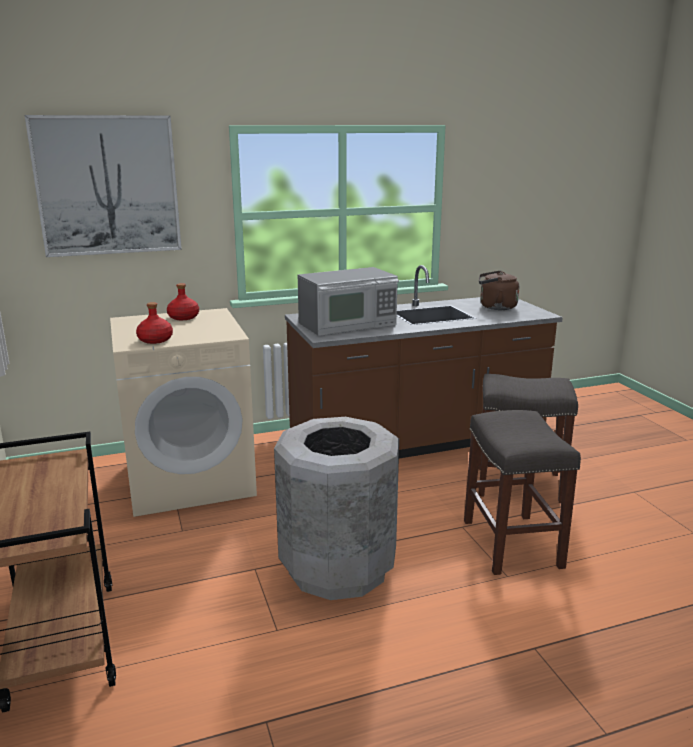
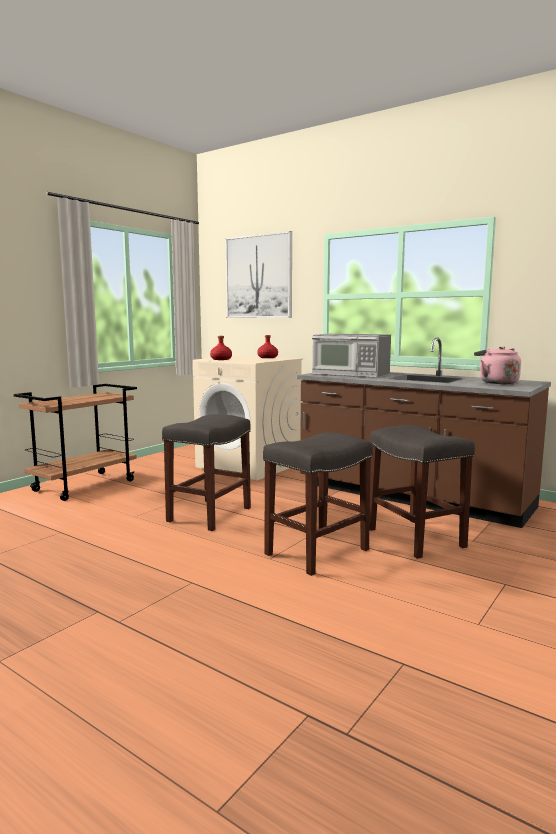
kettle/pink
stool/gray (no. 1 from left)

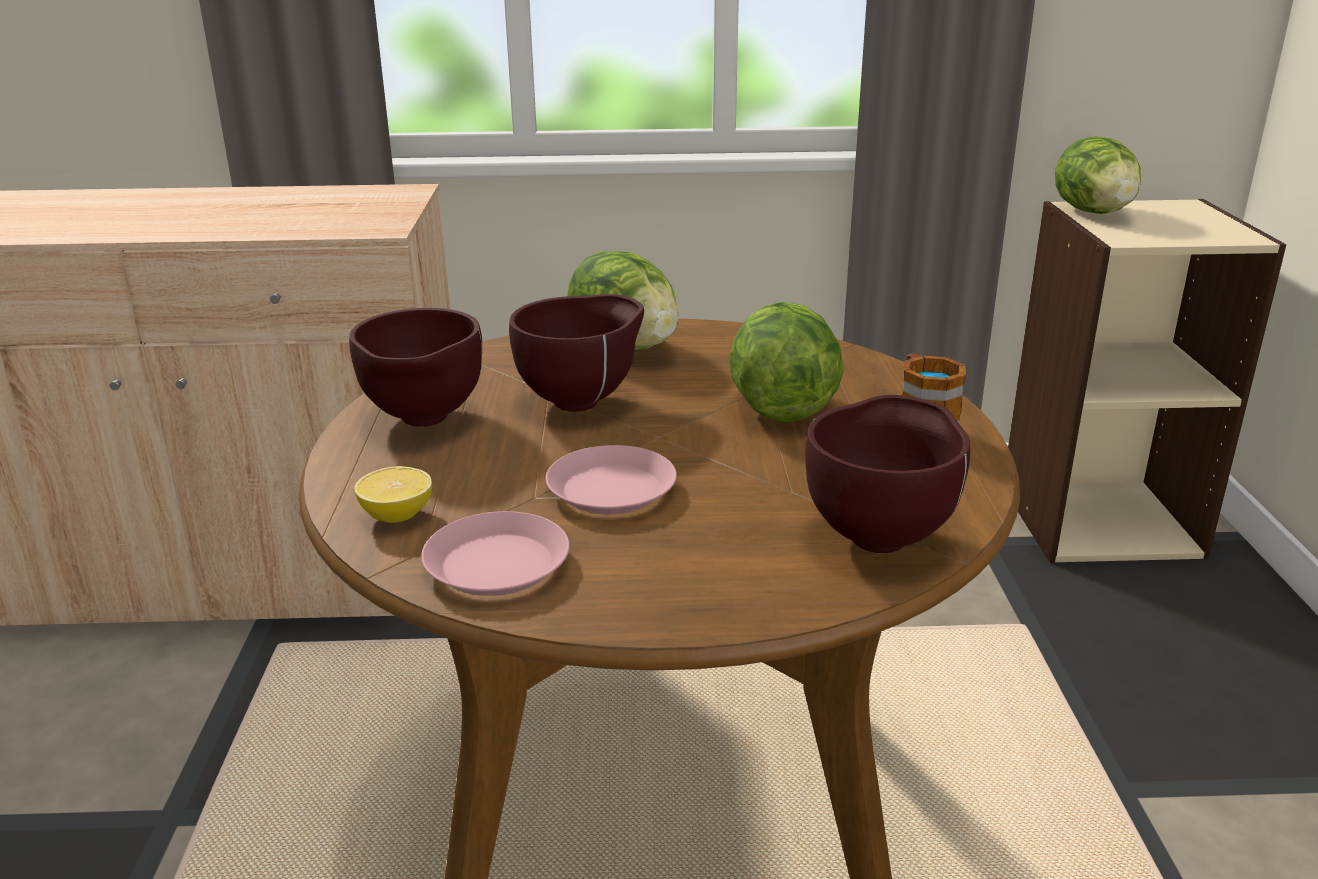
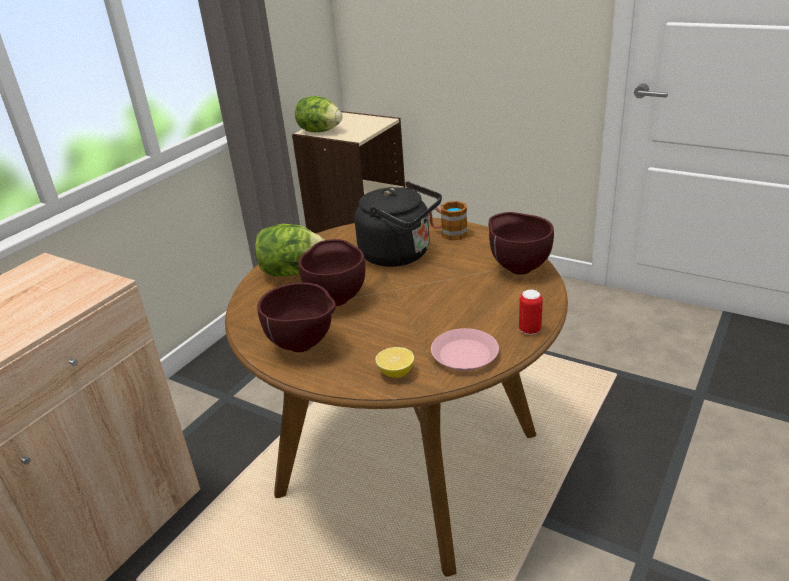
kettle/blackish
flat dish/pink (no. 2 from left in the first image)
sealed can

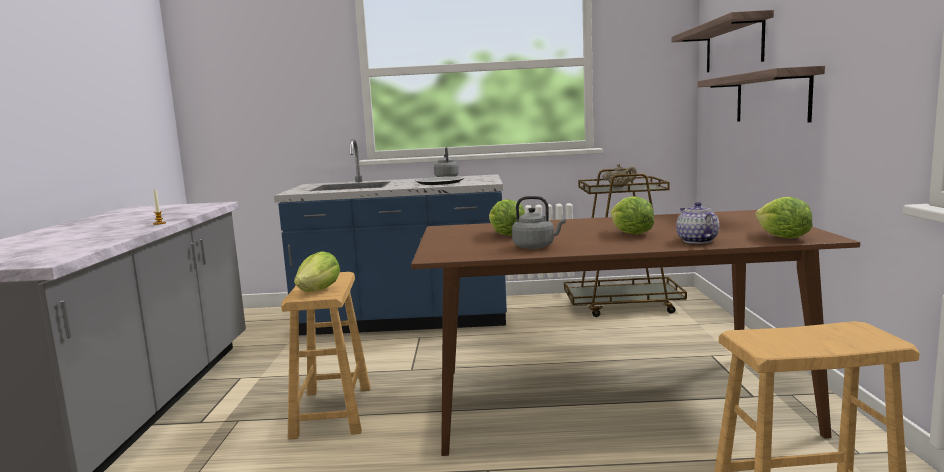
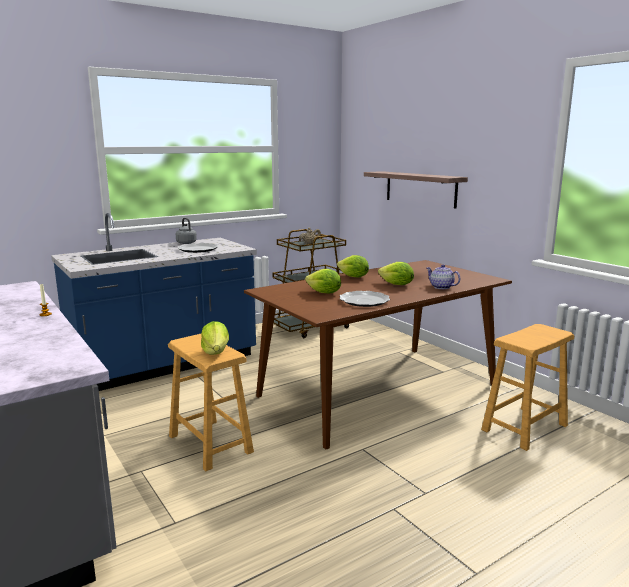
wall shelf (no. 1 from left in the first image)
flat dish (no. 2 from left)
lettuce head (no. 3 from left)

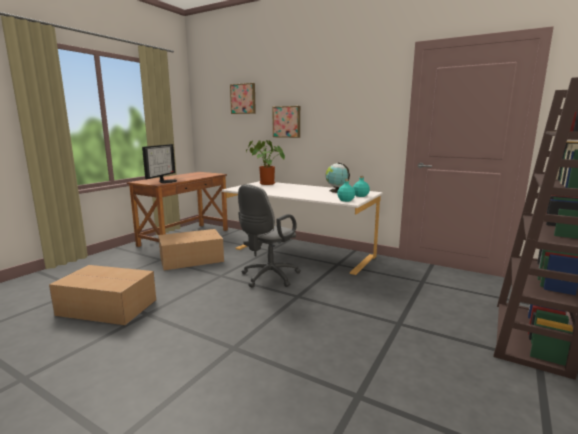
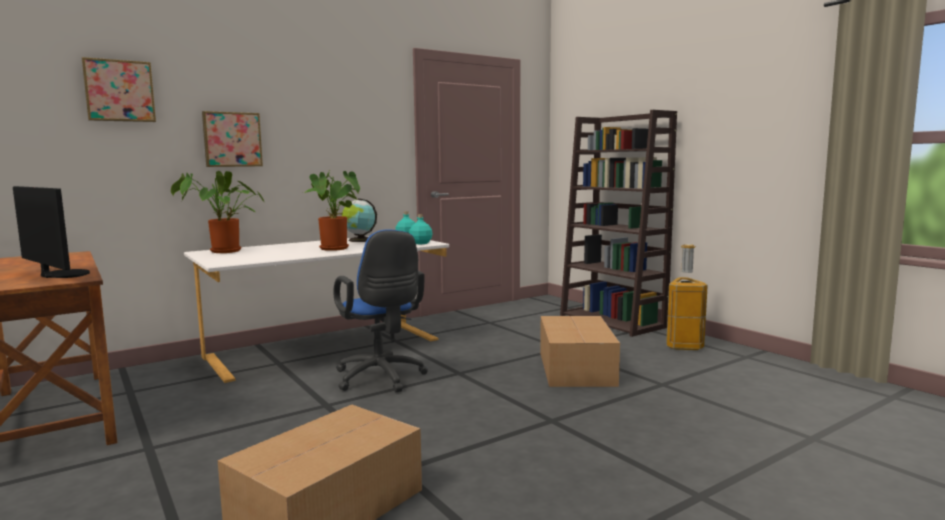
desk chair/blue-coloured
carton (no. 2 from left)
potted plant (no. 2 from left)
rubbish bin

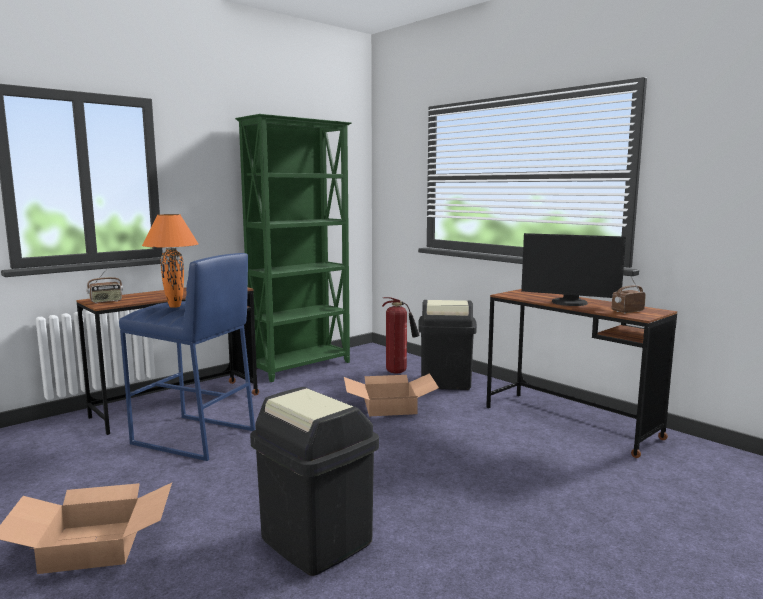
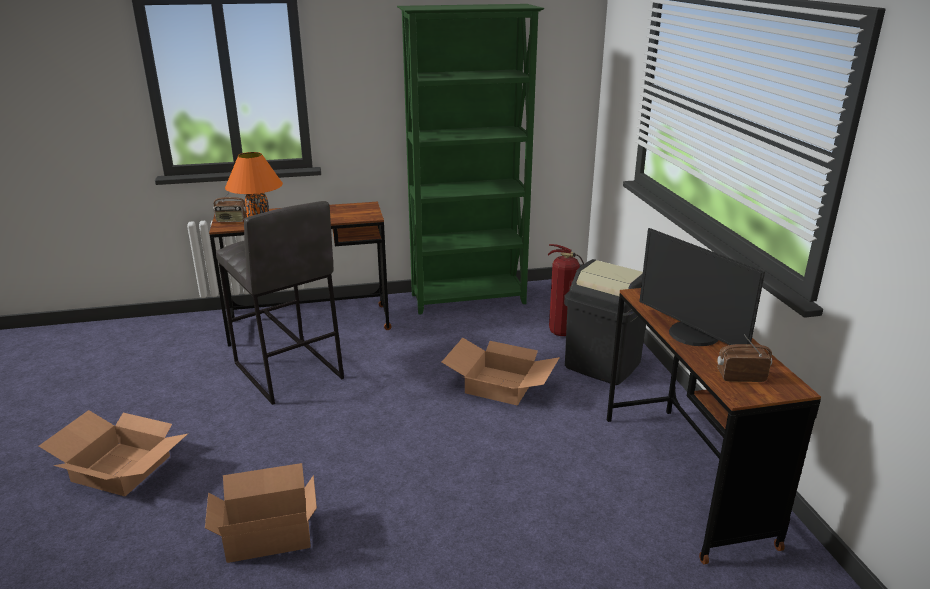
stool/gray
carton (no. 2 from left)

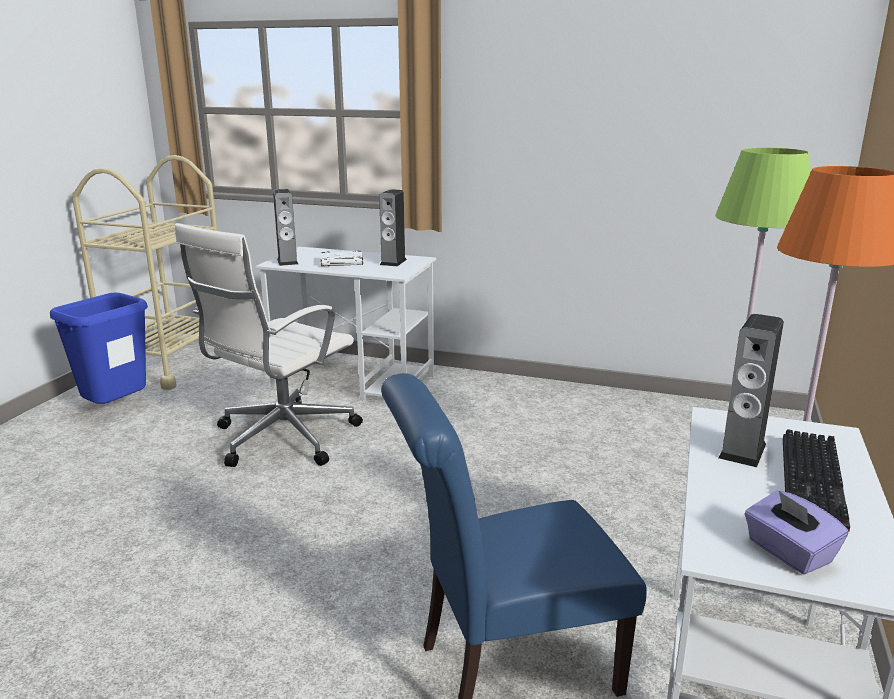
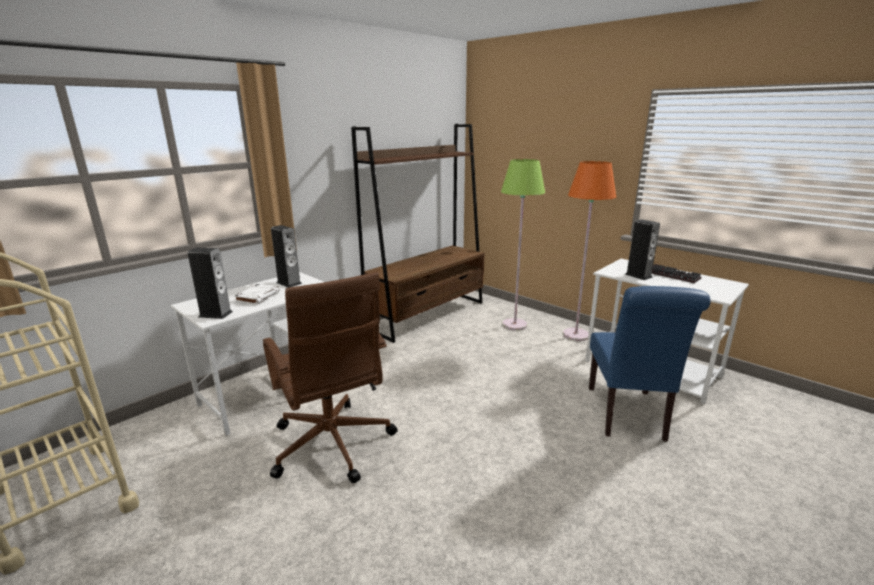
desk chair/brown-coloured
rubbish bin/blue-coloured
tissue box/purple-coloured
bookshelf/brown-coloured

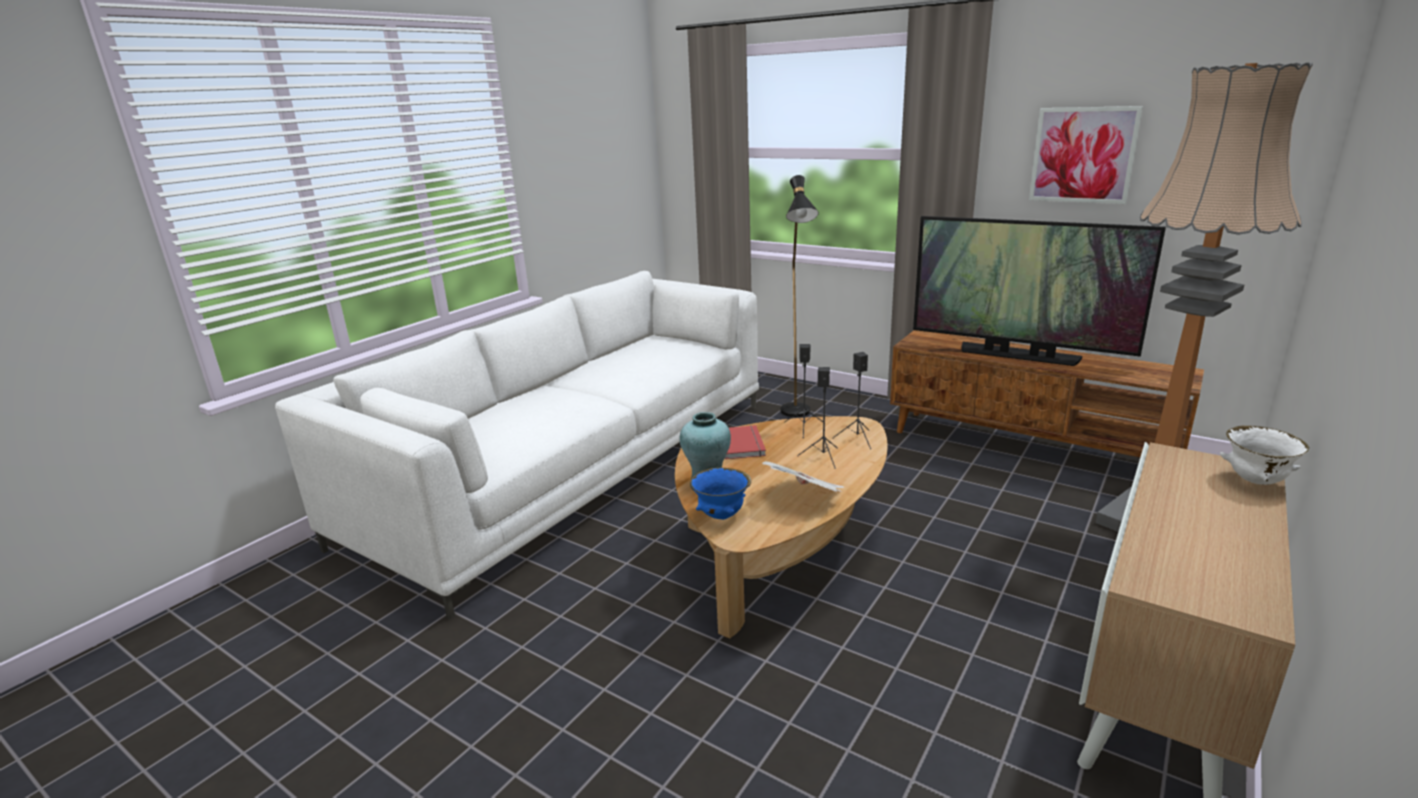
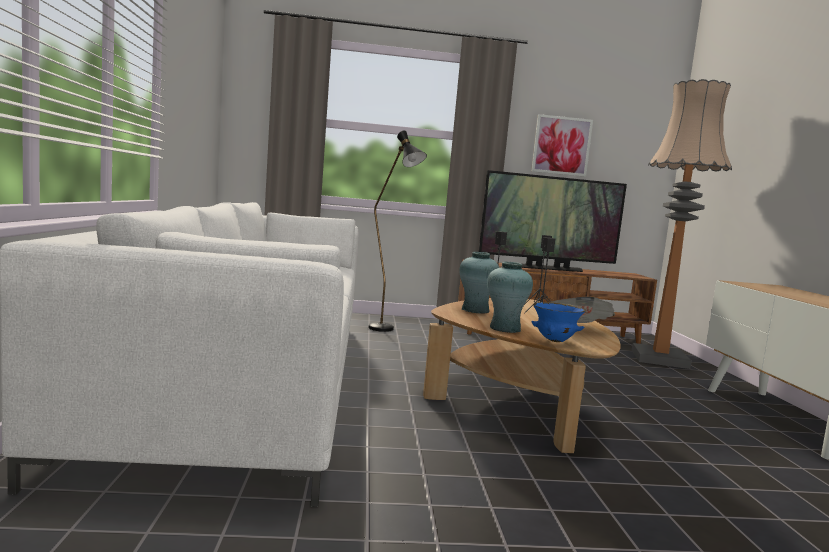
decorative vase/turquoise (no. 1 from left)
bowl/white-coloured

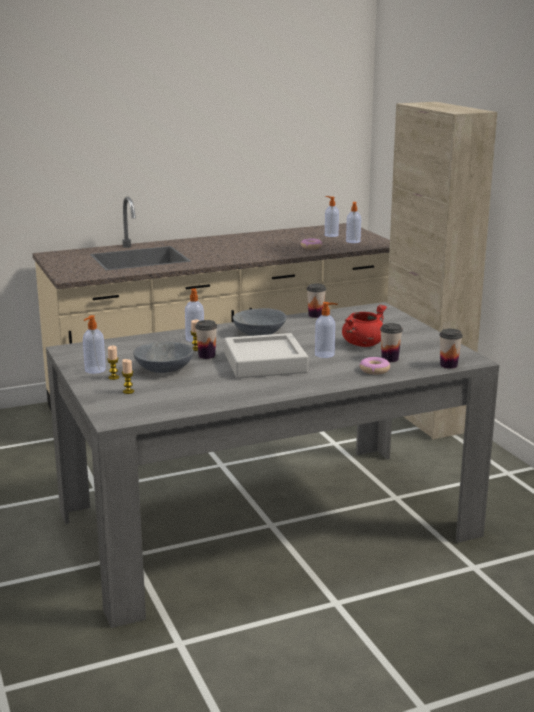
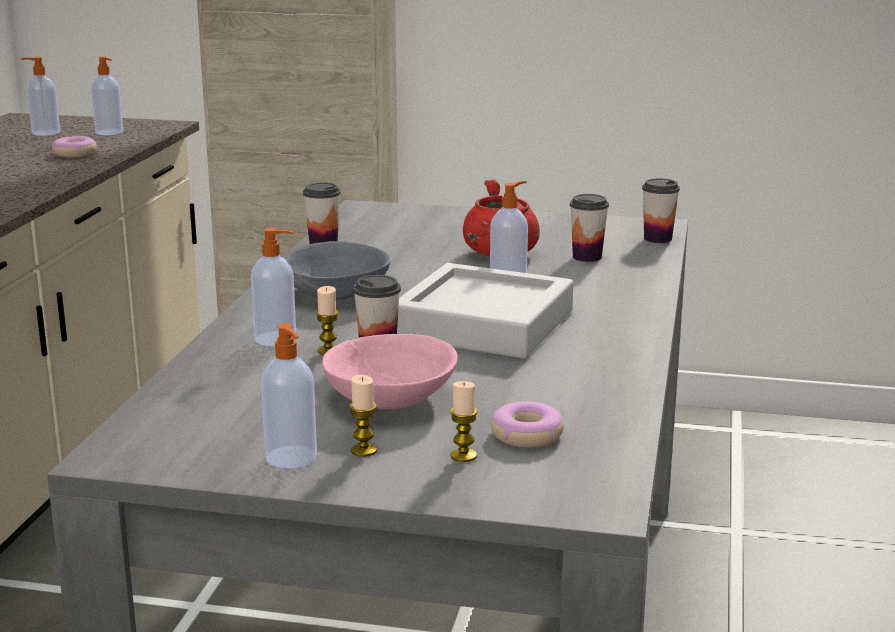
bowl/pink
ring doughnut (no. 2 from left)

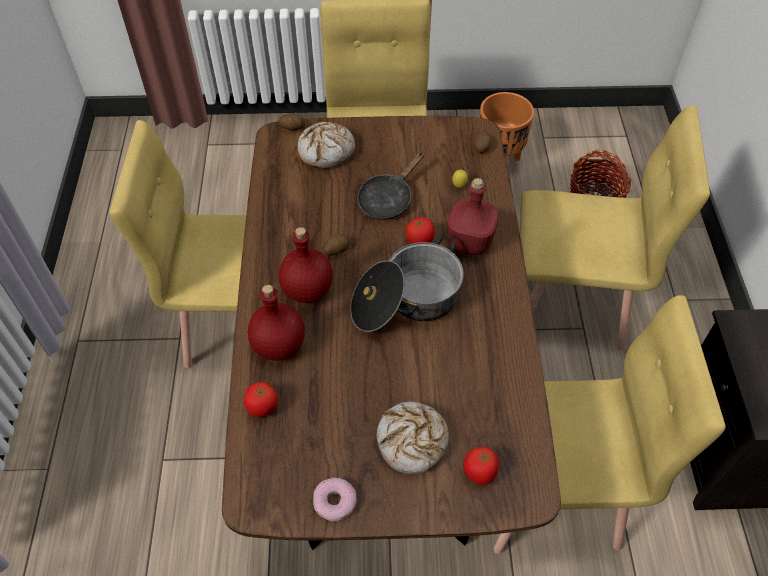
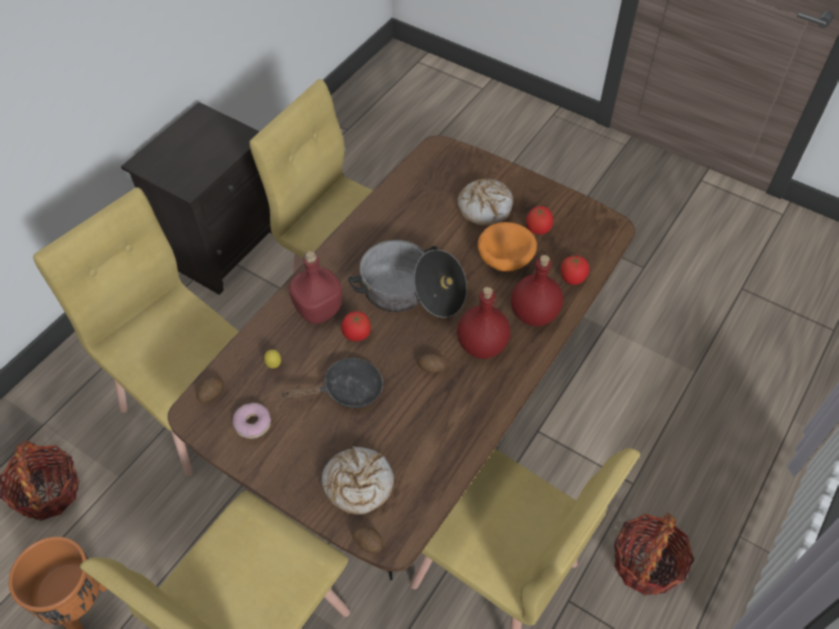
tomato (no. 2 from left)
ring doughnut
bowl/orangey
storage basket (no. 2 from left)

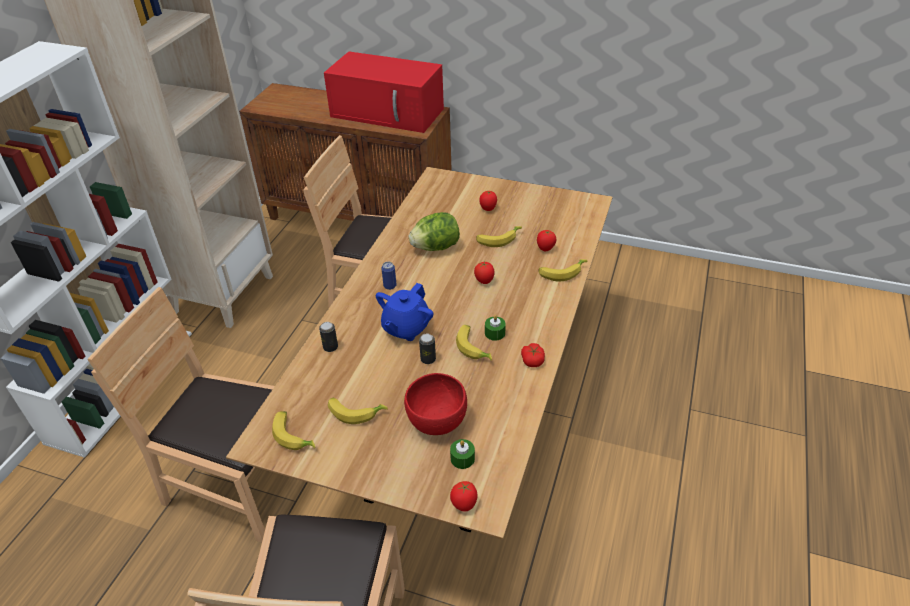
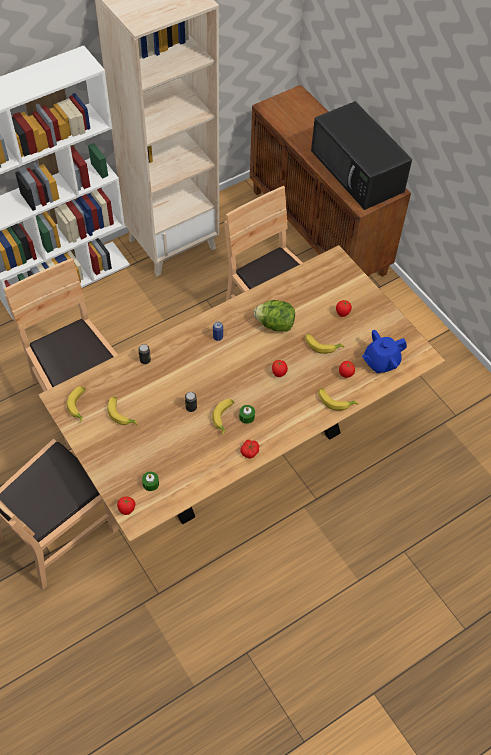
microwave oven/blackish
pot for tea/blue-coloured
bowl/red-coloured

